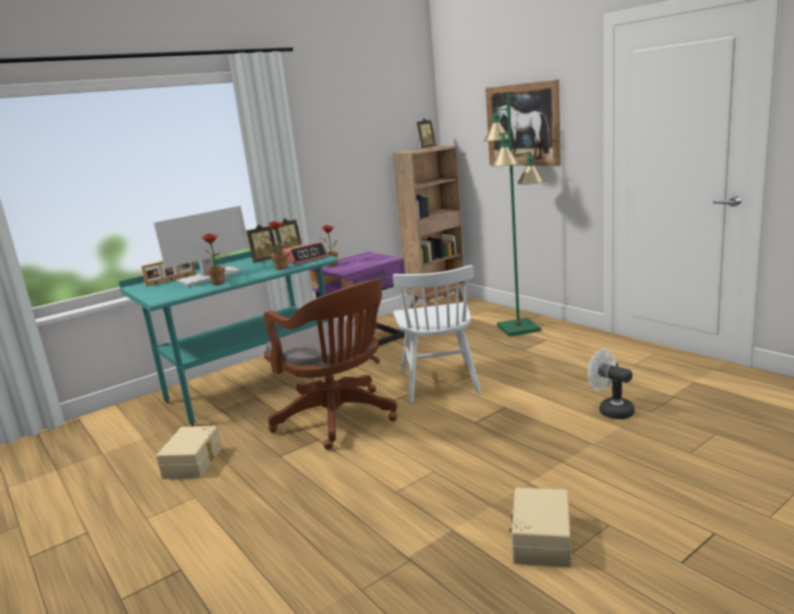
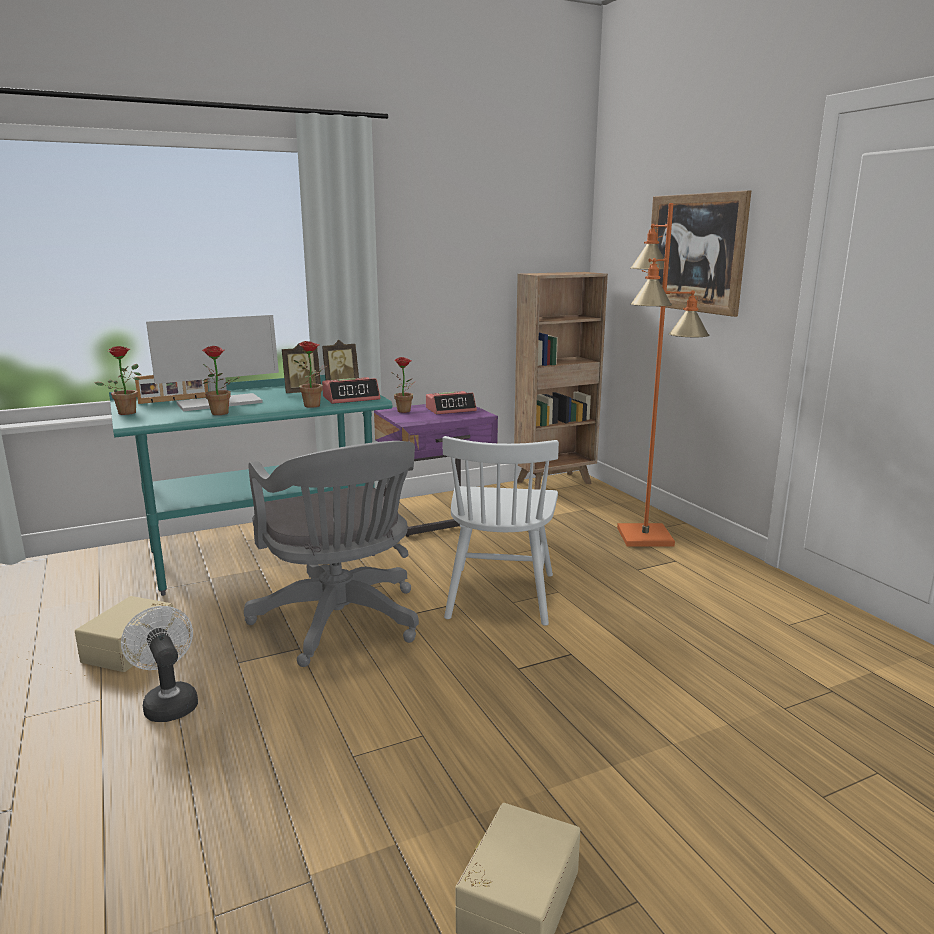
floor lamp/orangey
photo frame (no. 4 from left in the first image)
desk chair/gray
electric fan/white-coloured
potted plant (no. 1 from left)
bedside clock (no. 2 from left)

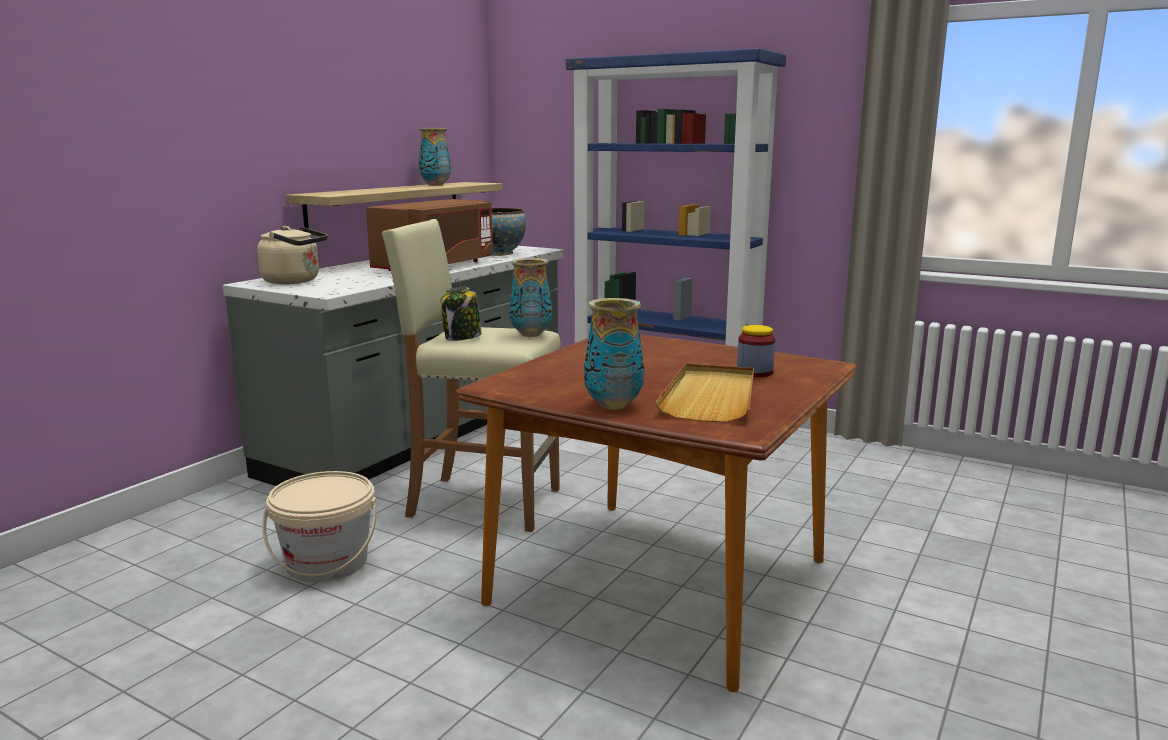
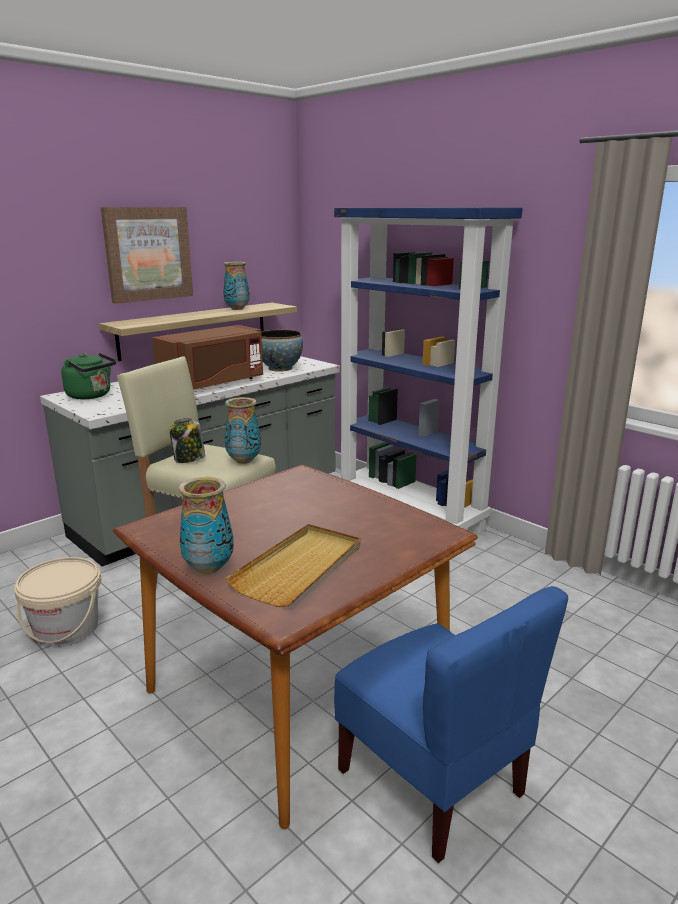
kettle/greenish
jar (no. 2 from left in the first image)
wall picture
chair/blue-coloured

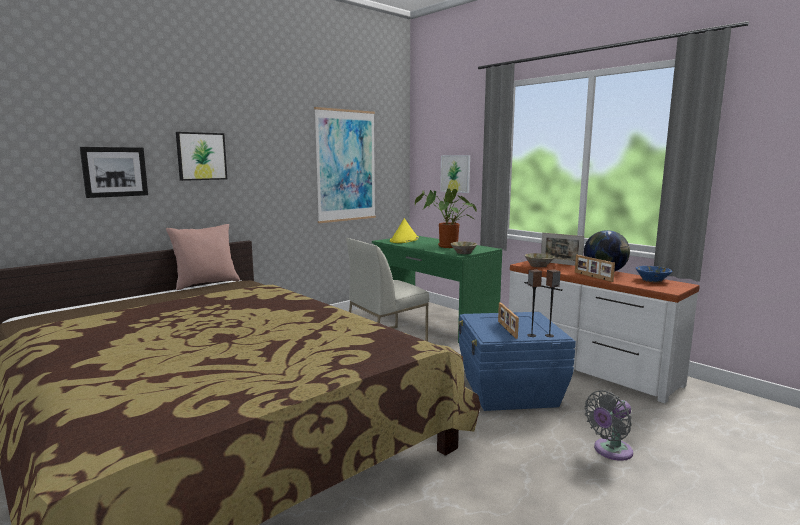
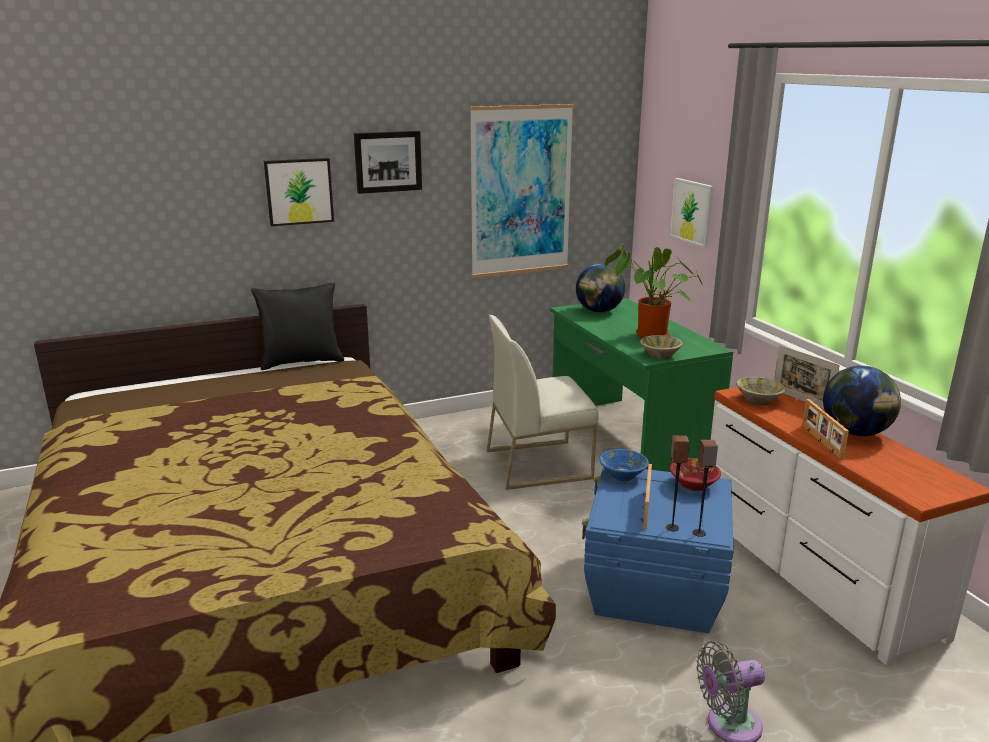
wall picture (no. 2 from left)
world globe (no. 1 from left)
pillow/blackish
bowl/blue-coloured
bowl/red-coloured

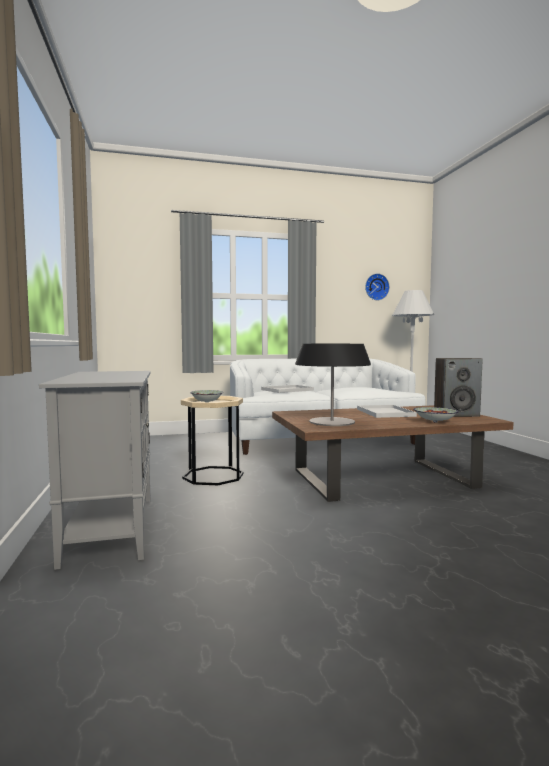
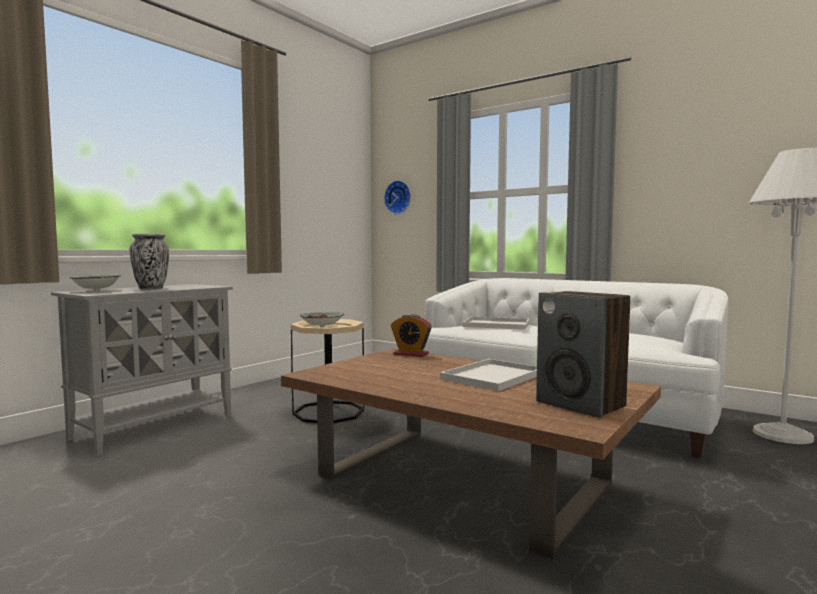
wall clock
lamp for a table
bowl (no. 1 from left)
decorative vase
bedside clock

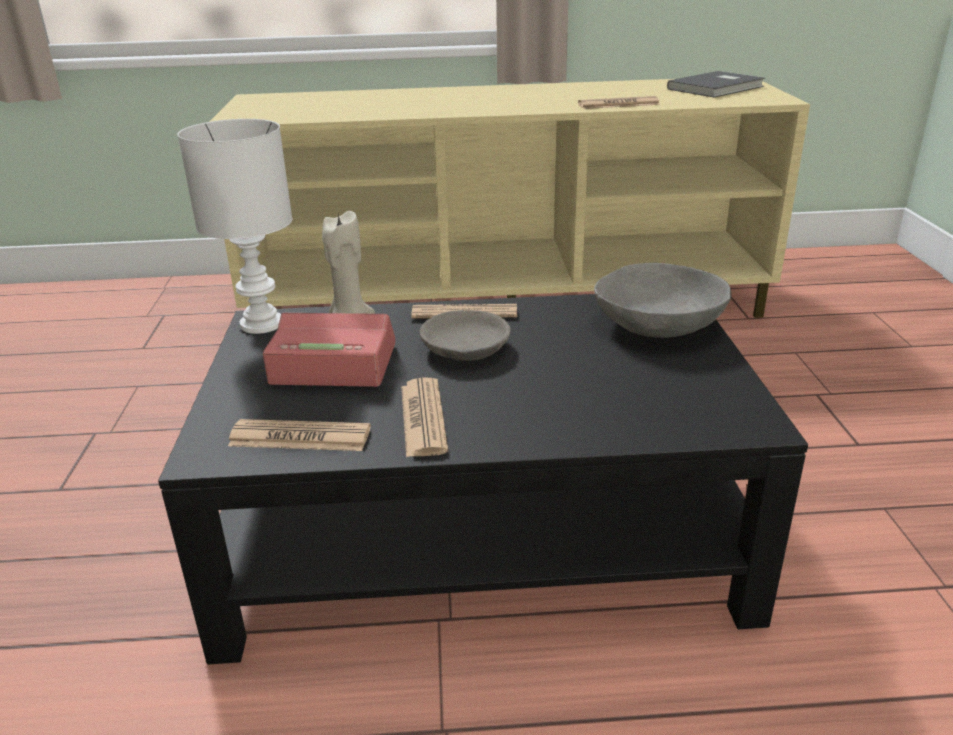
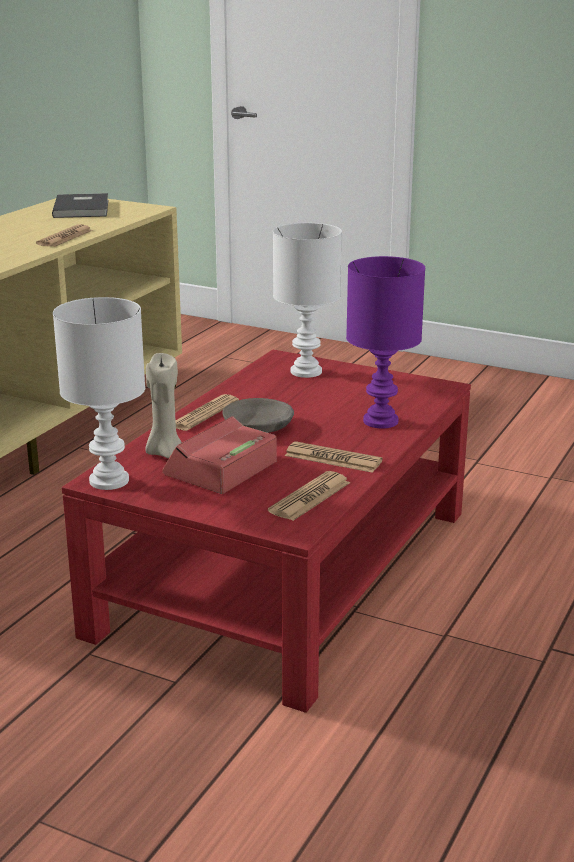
lamp for a table/white-coloured (no. 2 from left)
low table/red-coloured
lamp for a table/purple-coloured

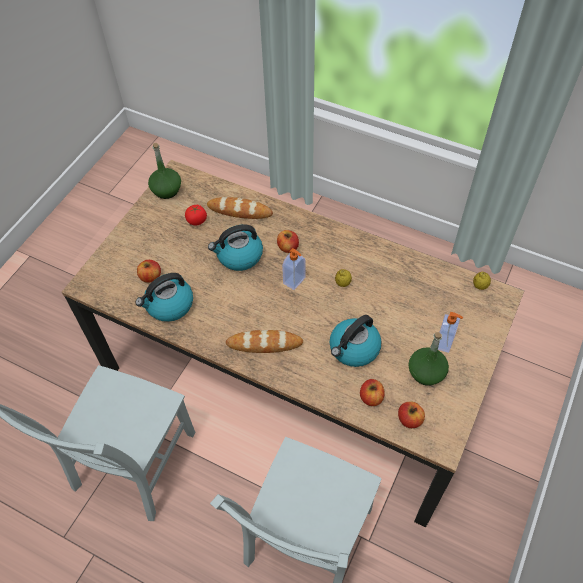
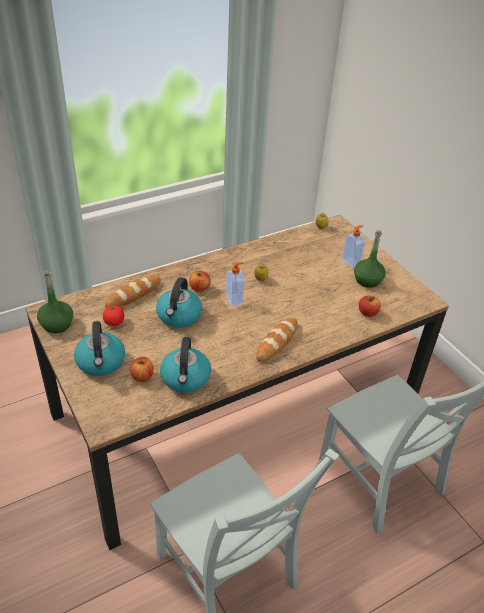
kettle (no. 1 from left)
whole apple (no. 4 from left in the first image)

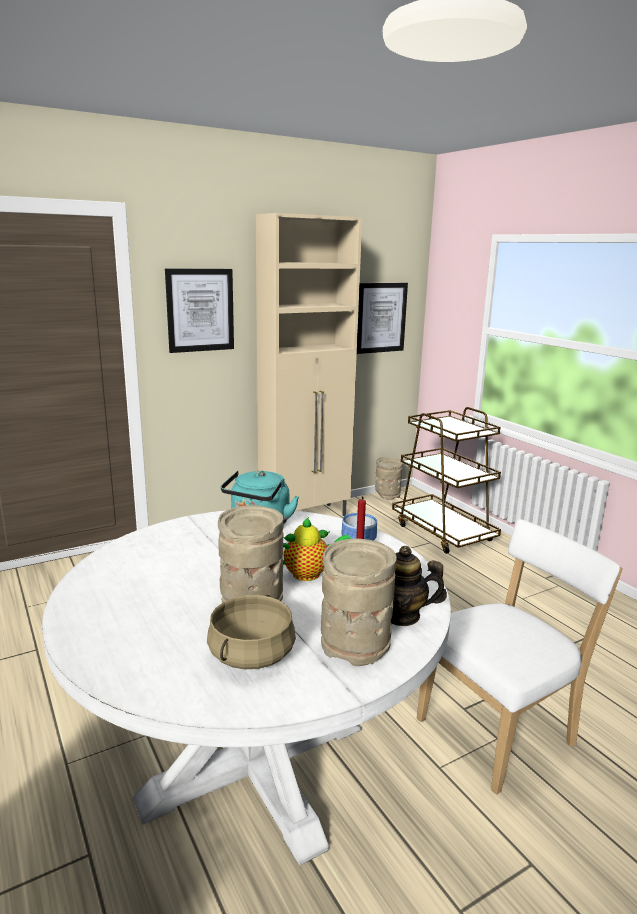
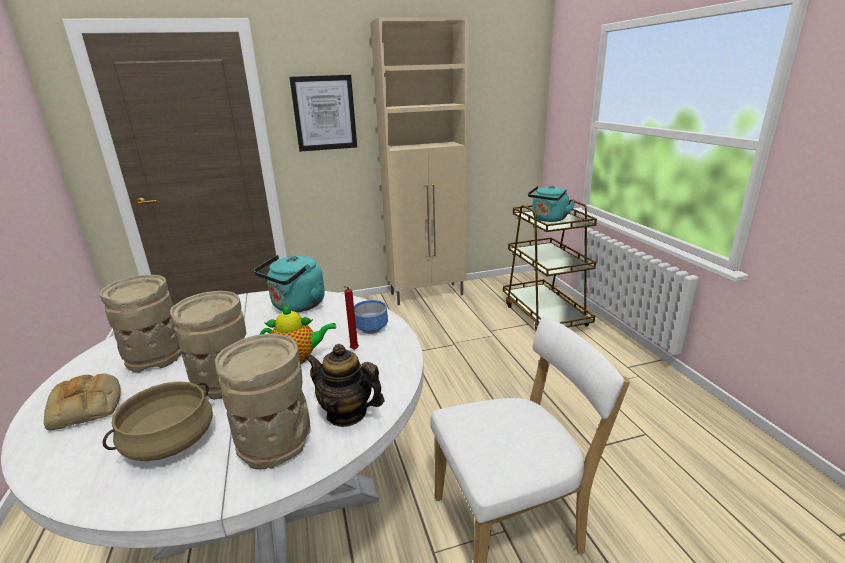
wall picture (no. 2 from left in the first image)
decorative vase/beige-coloured (no. 1 from left)
kettle/turquoise (no. 2 from left)
bread

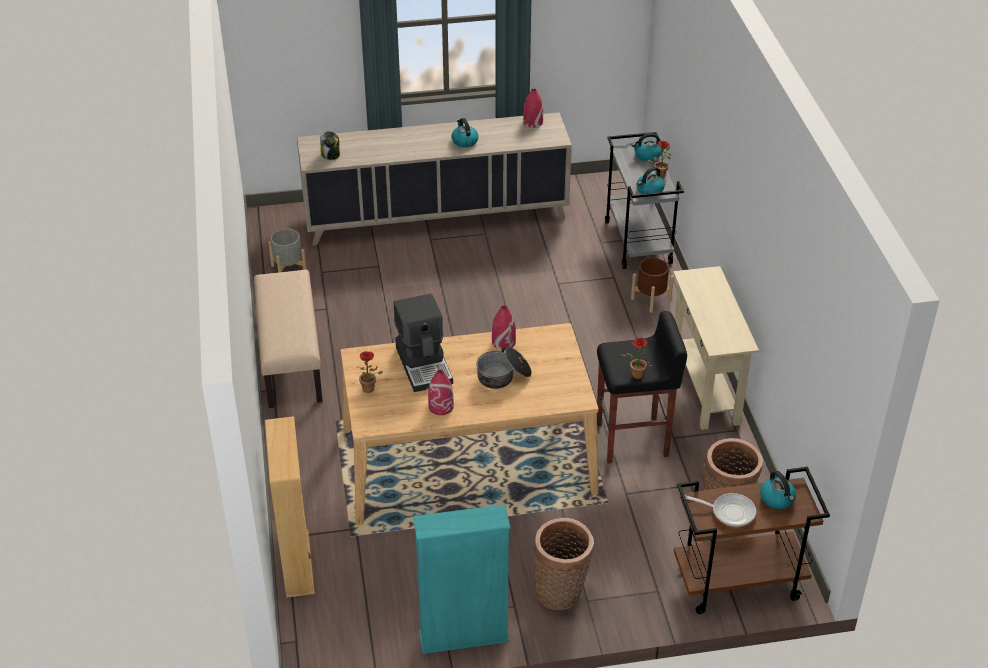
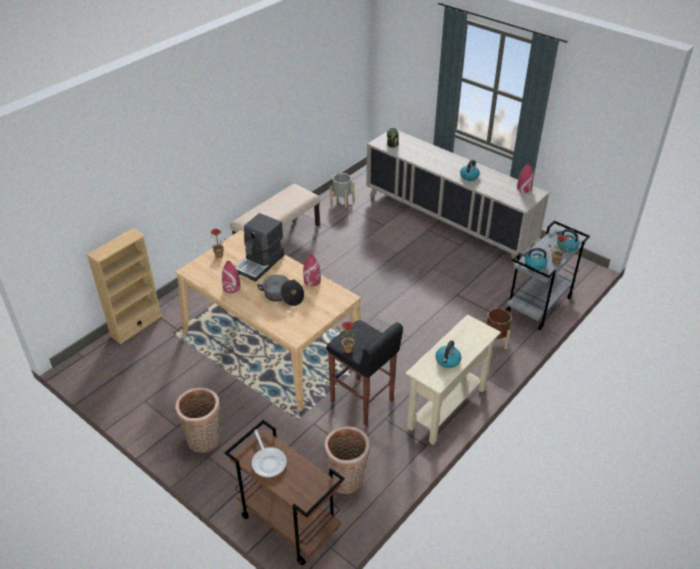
kettle (no. 1 from left)
bookshelf/turquoise

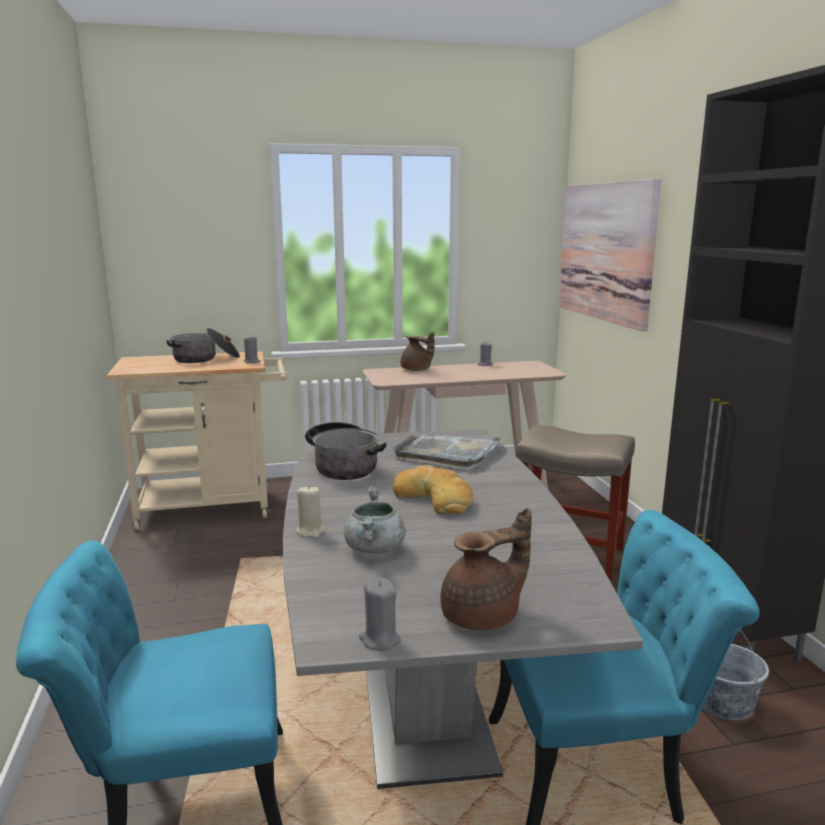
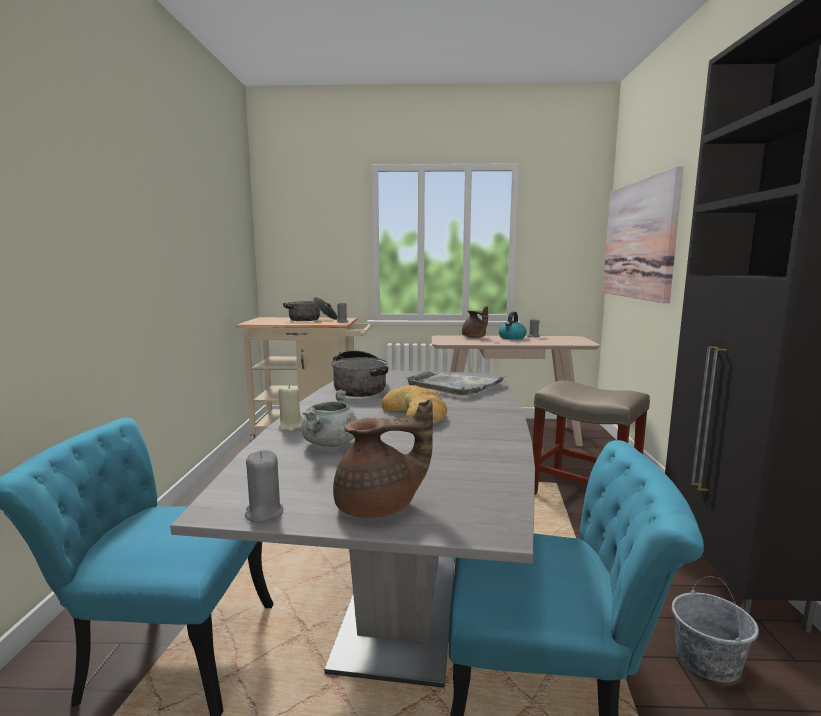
kettle

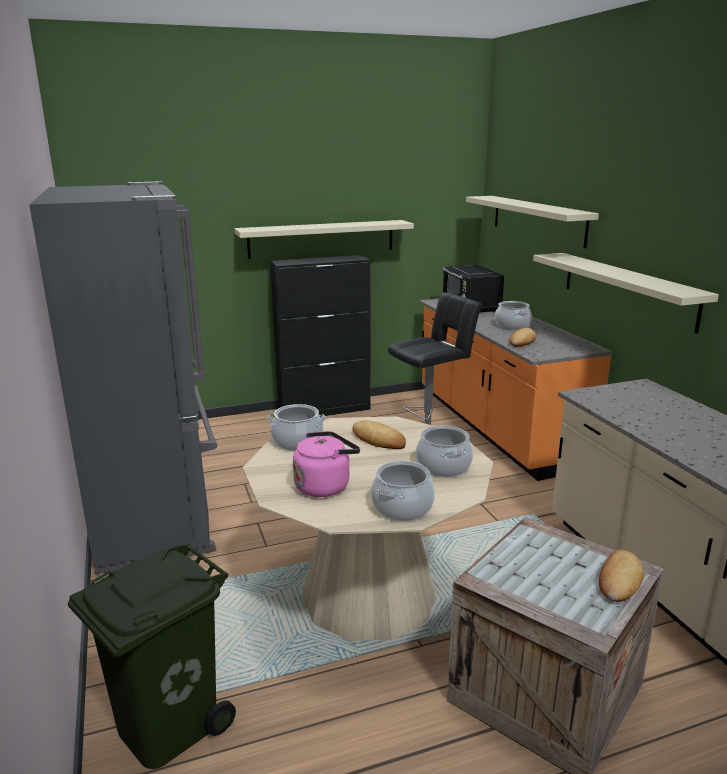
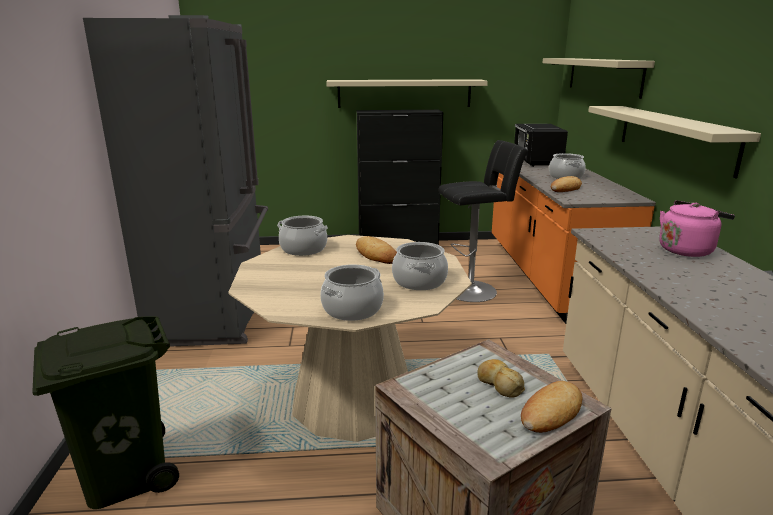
kettle/pink
bread (no. 2 from left)

